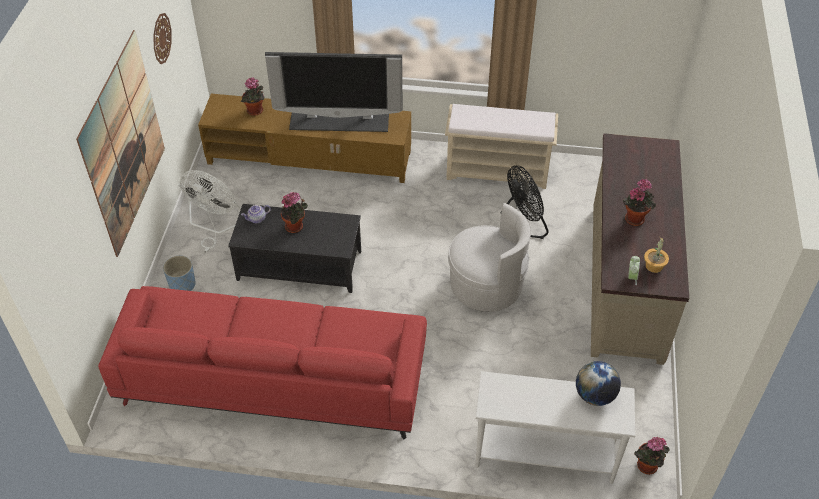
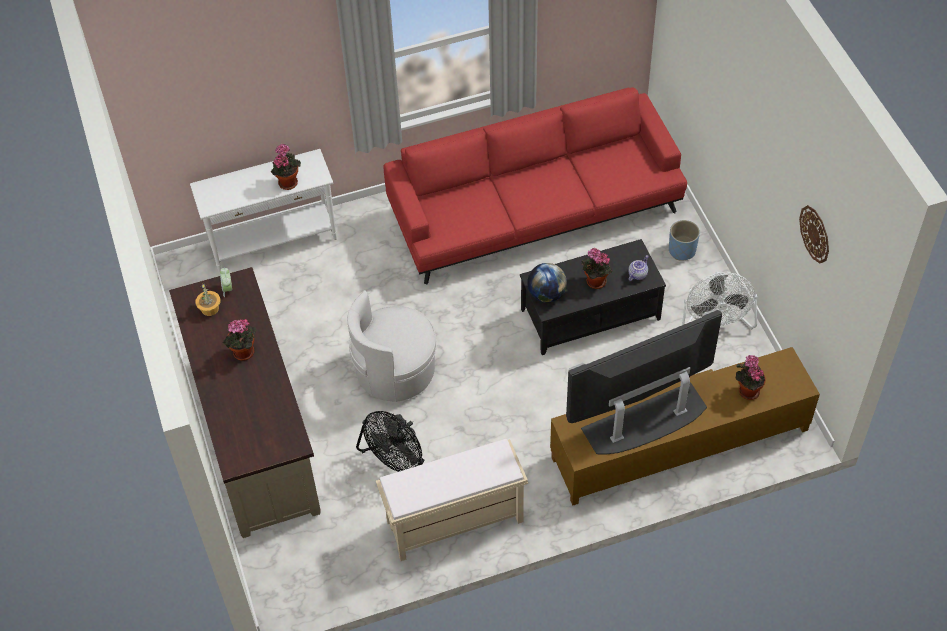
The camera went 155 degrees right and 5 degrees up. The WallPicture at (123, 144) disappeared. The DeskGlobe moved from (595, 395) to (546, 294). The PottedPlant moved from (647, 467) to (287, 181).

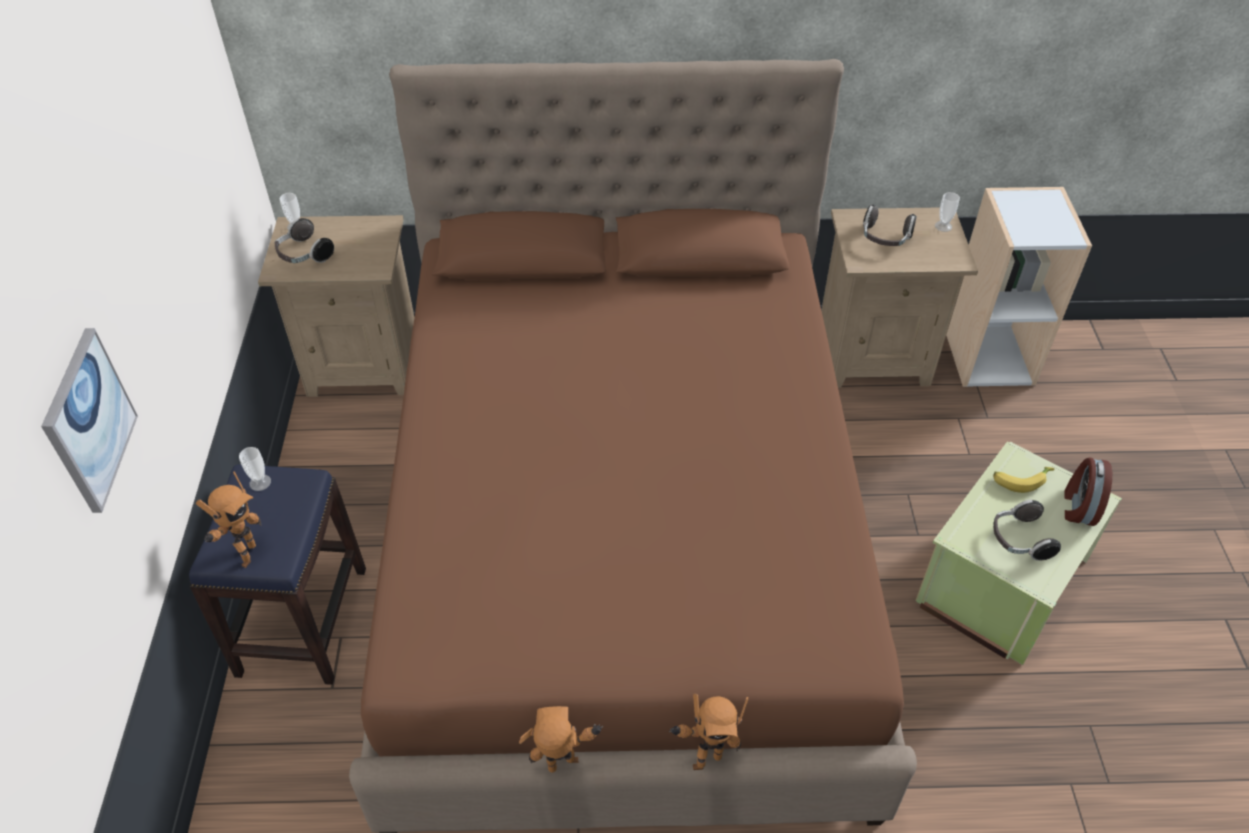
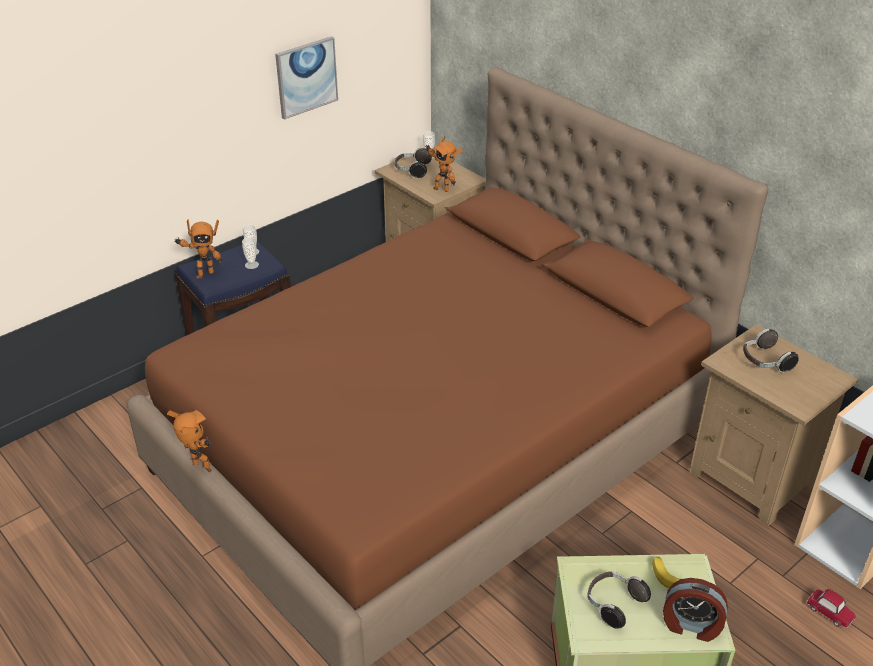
The camera went 50 degrees right and 10 degrees down. The WallPicture moved from (88, 420) to (306, 77). The ToyRobot moved from (704, 758) to (442, 188). The DrinkingCup moved from (943, 226) to (251, 265). The BedsideClock at (1078, 507) turned 135 degrees counterclockwise. The MiniatureCar at (829, 612) appeared.

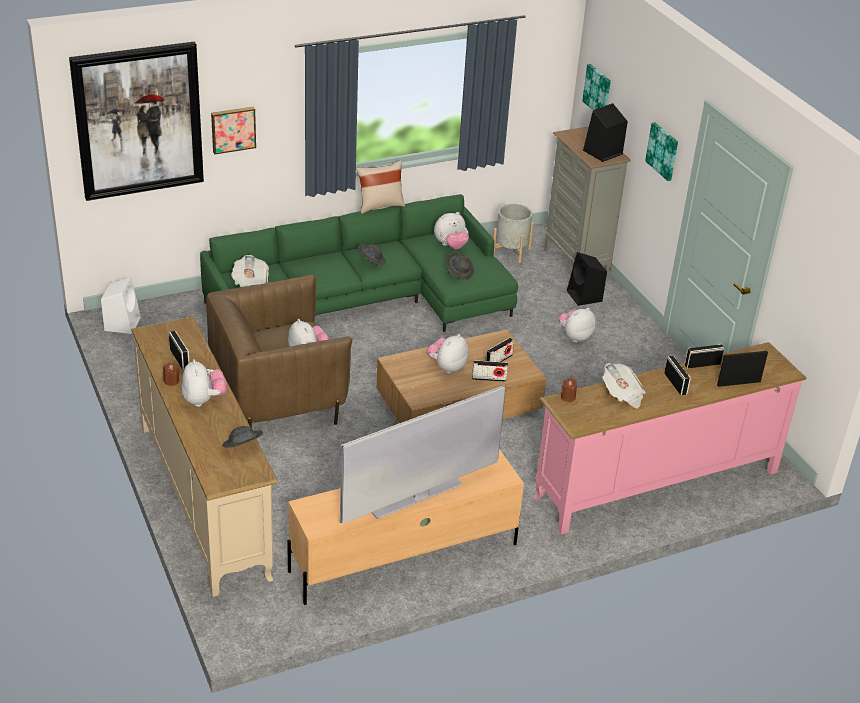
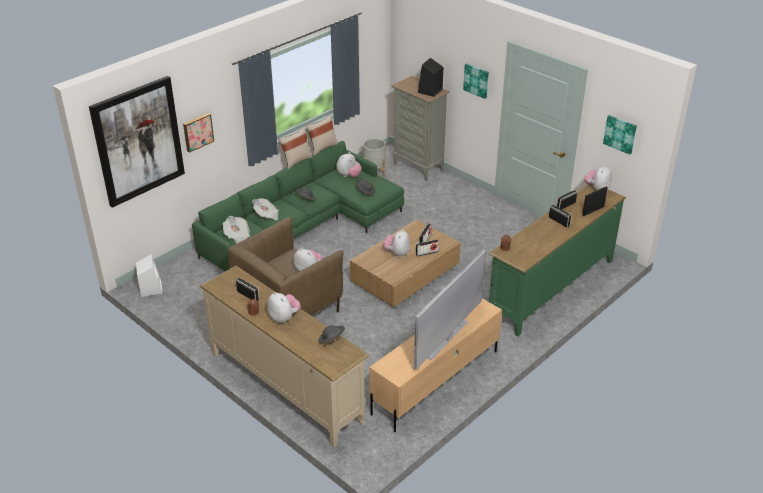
The camera went 20 degrees left and 0 degrees up. The PinkColouredCupboard at (656, 483) became the GreenCupboard at (551, 288). The SoftToy moved from (575, 336) to (597, 189). The BlackLoudspeaker at (585, 296) disappeared. The WallPicture moved from (598, 90) to (620, 134). The DailyPaper moved from (622, 395) to (266, 215). The BeigeColouredPillow at (322, 148) appeared.

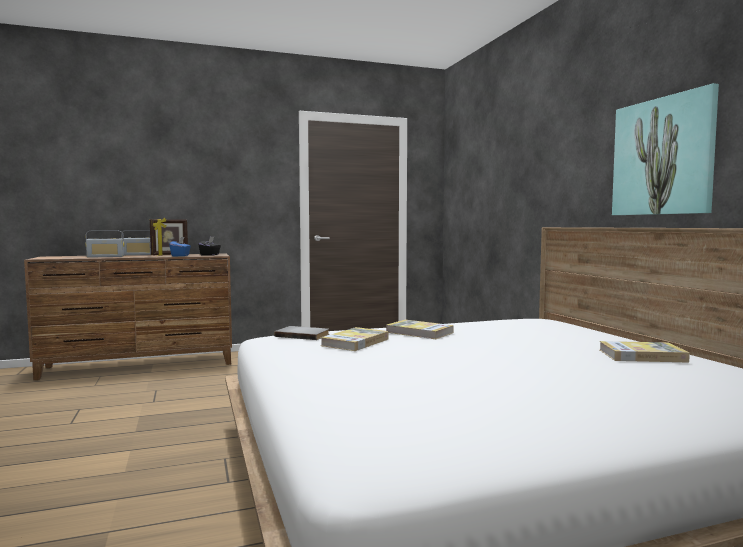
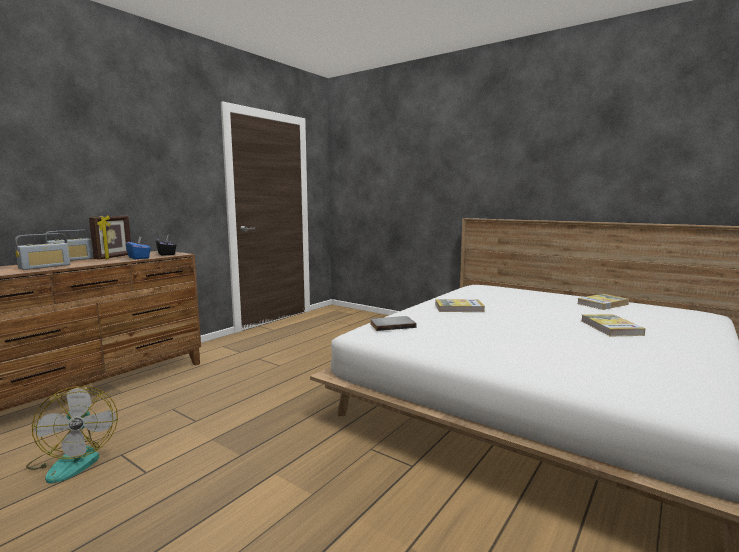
The camera went 35 degrees left and 5 degrees up. The Book moved from (355, 342) to (611, 328). The WallPicture at (662, 156) disappeared. The CoolingFan at (74, 460) appeared.

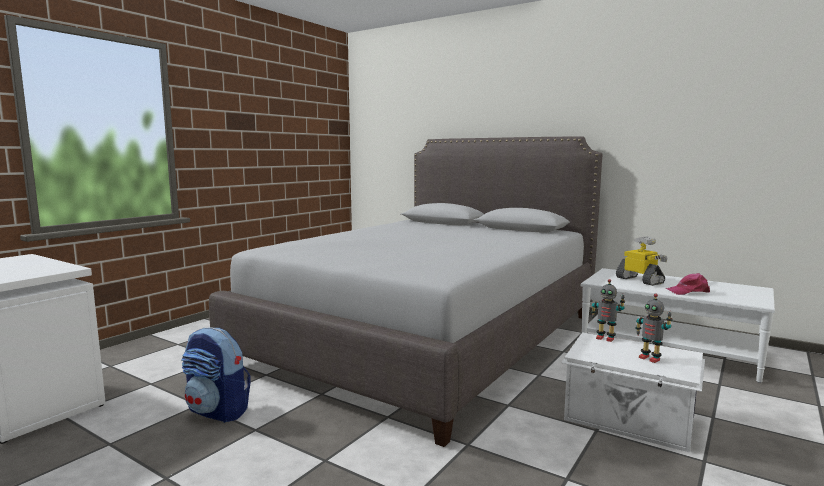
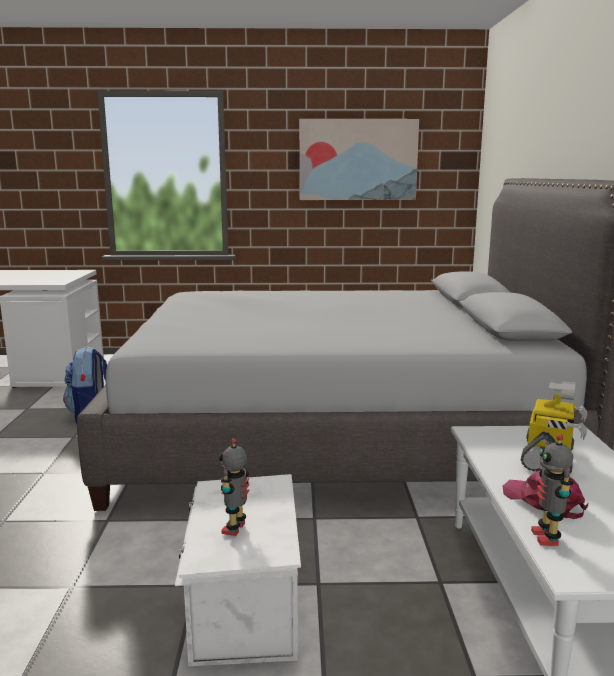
The camera went 55 degrees right and 5 degrees up. The ToyRobot moved from (605, 338) to (547, 537). The WallPicture at (358, 160) appeared.

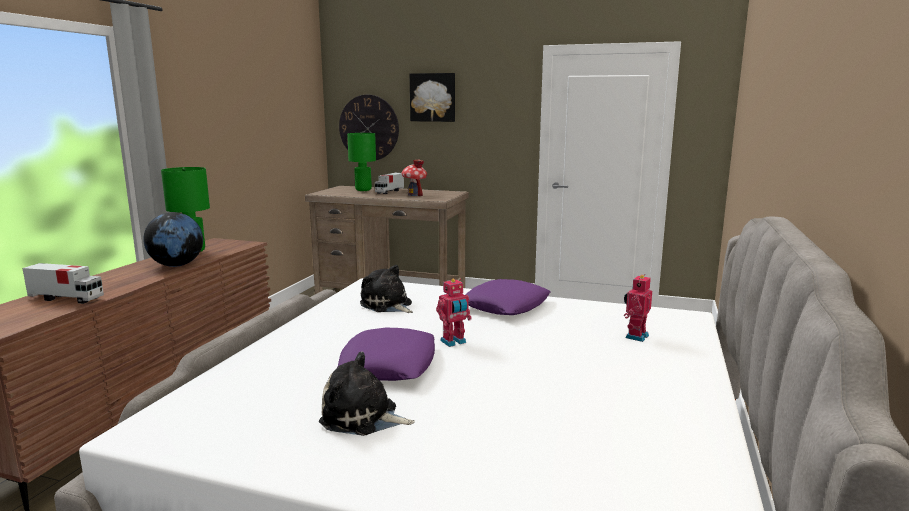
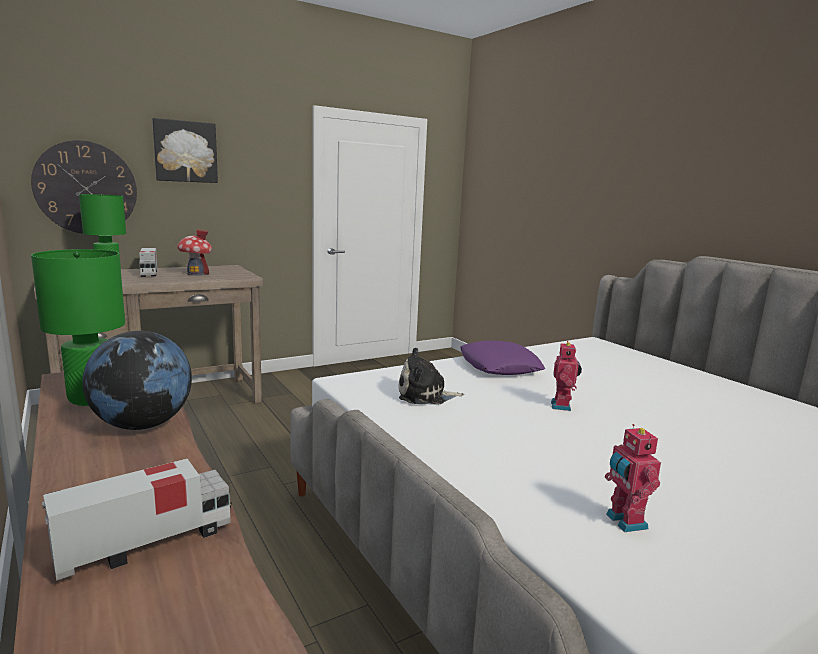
The camera went 50 degrees left and 0 degrees up. The SoftToy at (363, 417) disappeared. The PurplePillow at (389, 364) disappeared. The ToyRobot moved from (635, 336) to (624, 522).

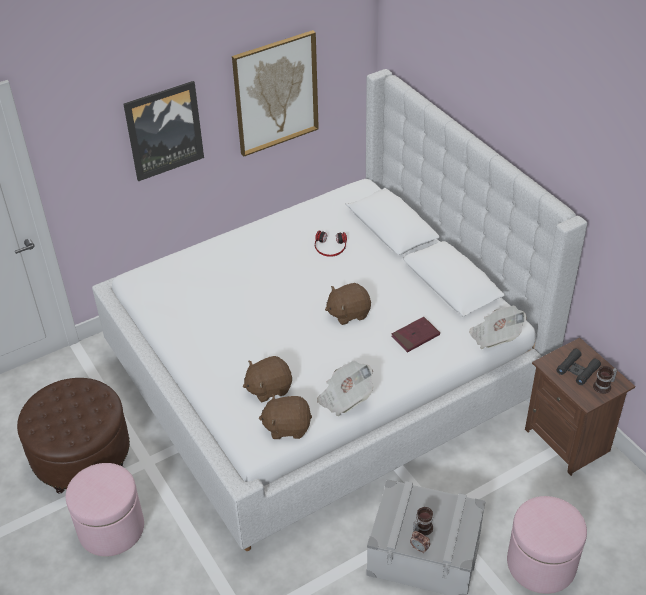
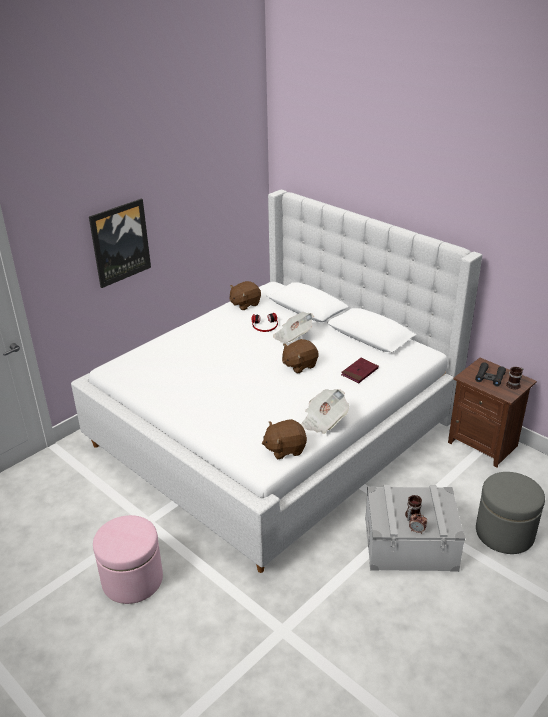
The camera went 15 degrees left and 10 degrees down. The BrownPouffe at (82, 457) disappeared. The WallPicture at (276, 93) disappeared. The BrownSoftToy moved from (268, 388) to (245, 304). The DailyPaper moved from (495, 337) to (293, 337). The PinkColouredPouffe at (541, 564) became the GreyPouffe at (504, 533).

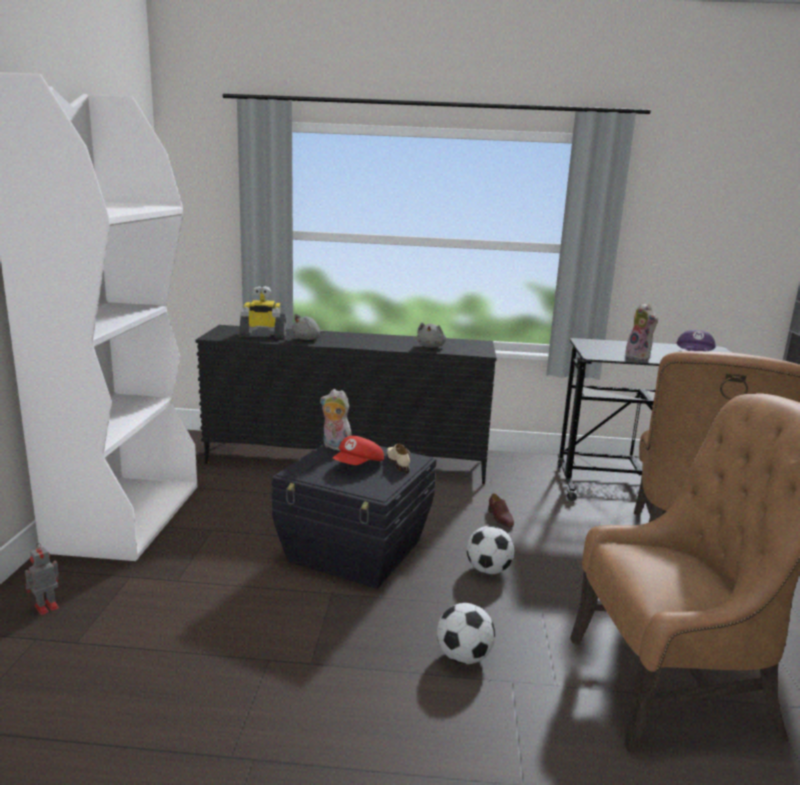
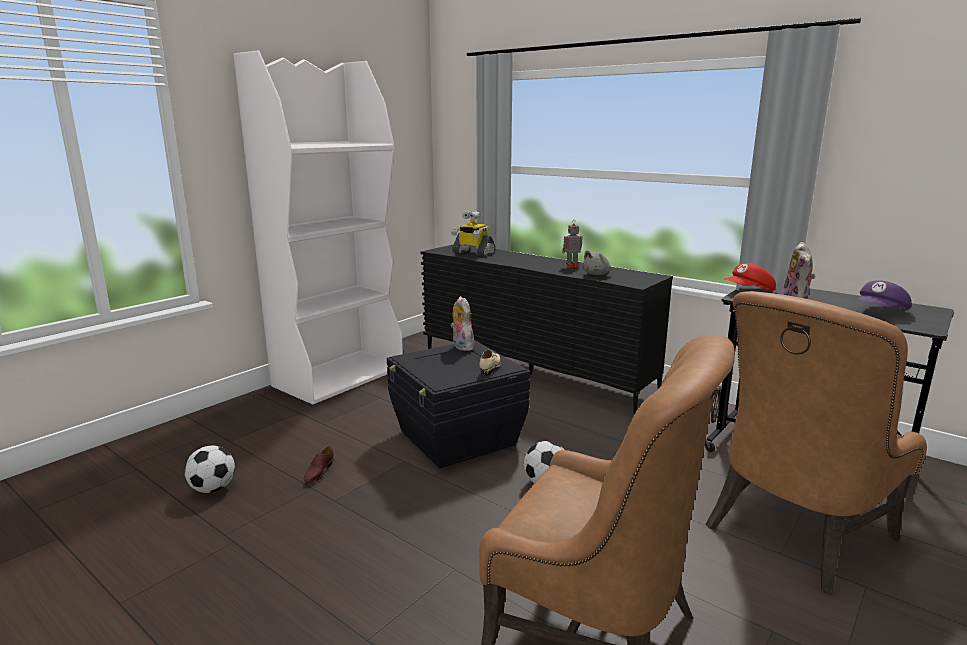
The camera went 35 degrees right and 0 degrees up. The ToyRobot moved from (45, 607) to (571, 265). The GreySoftToy at (308, 339) disappeared. The RedCap moved from (358, 466) to (749, 291). The Football moved from (463, 657) to (213, 489). The BrownItemOfFootwear moved from (500, 518) to (318, 472).

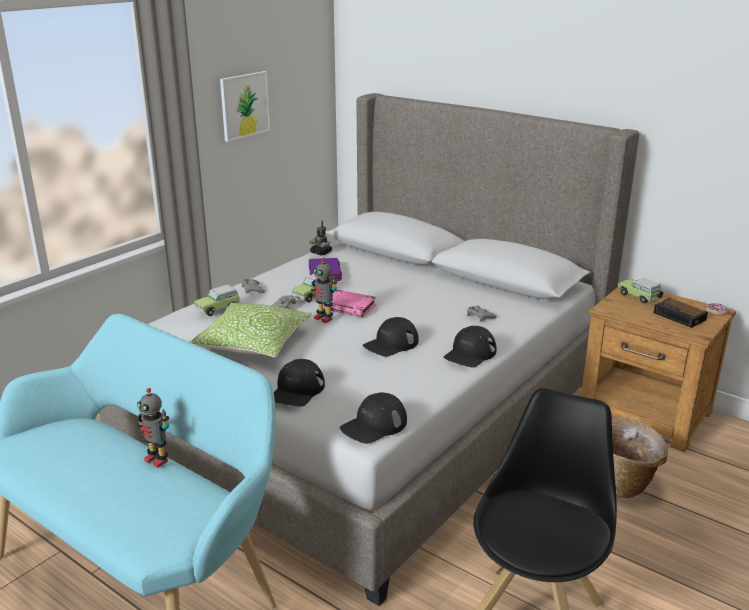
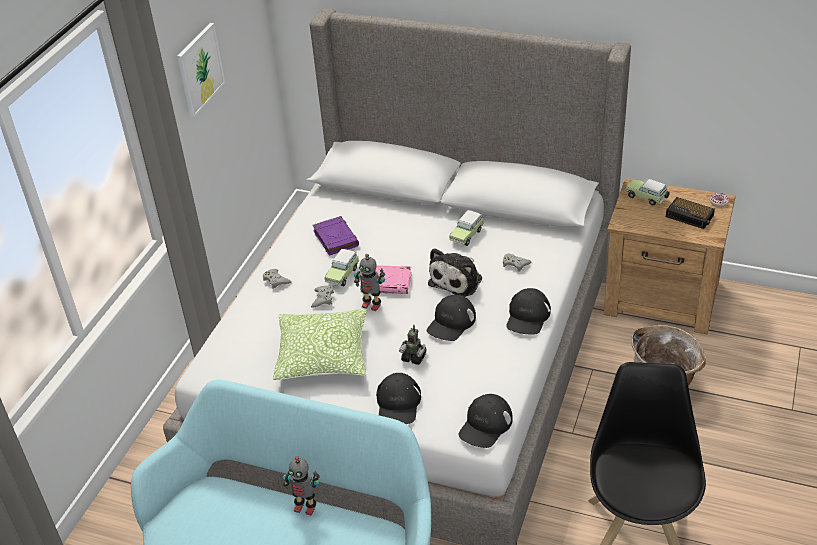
The camera went 15 degrees left and 15 degrees up. The MiniatureCar moved from (219, 308) to (467, 235). The ToyRobot moved from (321, 253) to (414, 357). The SoftToy at (457, 280) appeared.

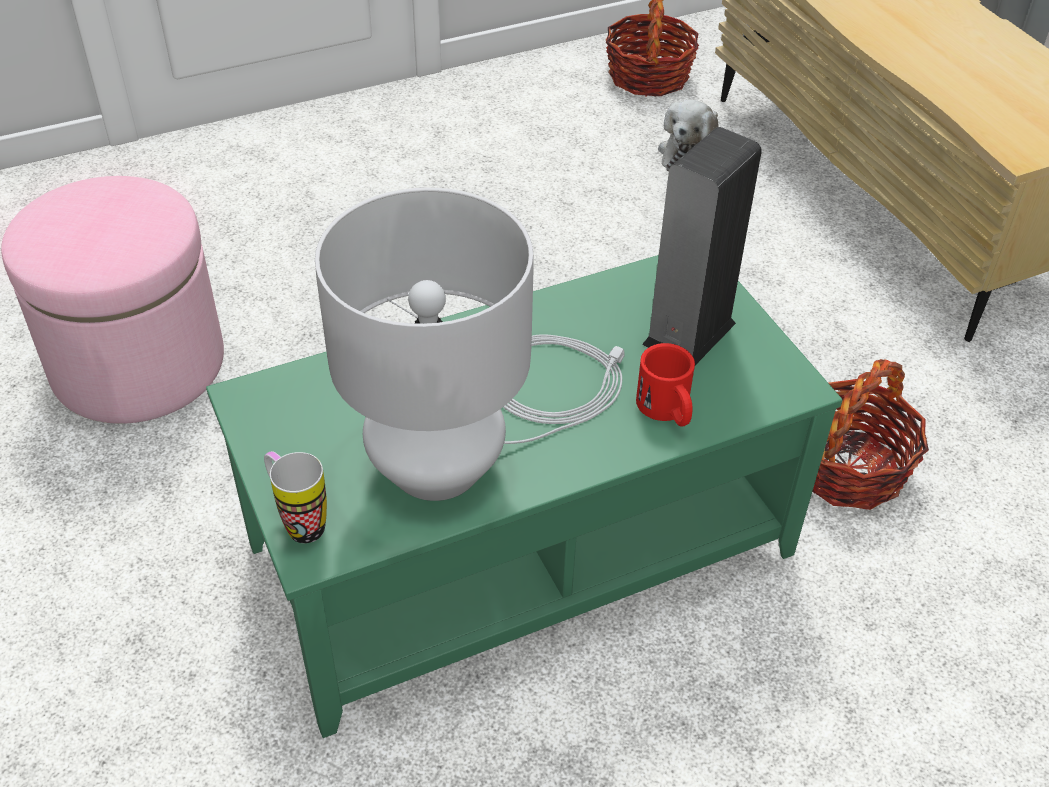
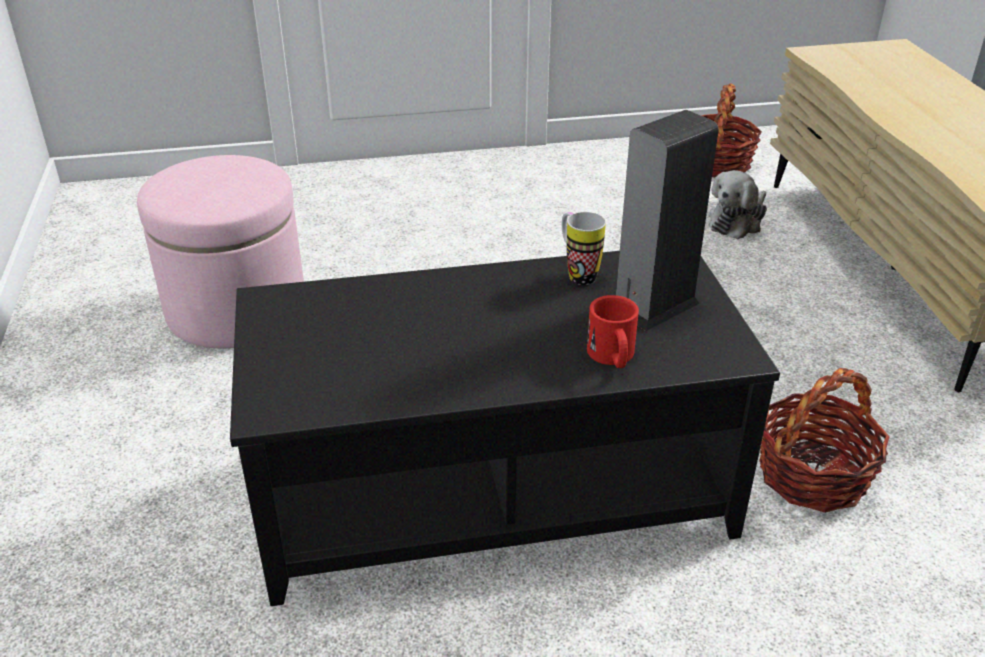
The camera went 15 degrees right and 10 degrees down. The GreenLoungeTable at (520, 546) became the BlackLoungeTable at (492, 488). The TeaMug moved from (298, 522) to (577, 273). The GreyTabletopLamp at (485, 432) disappeared.

